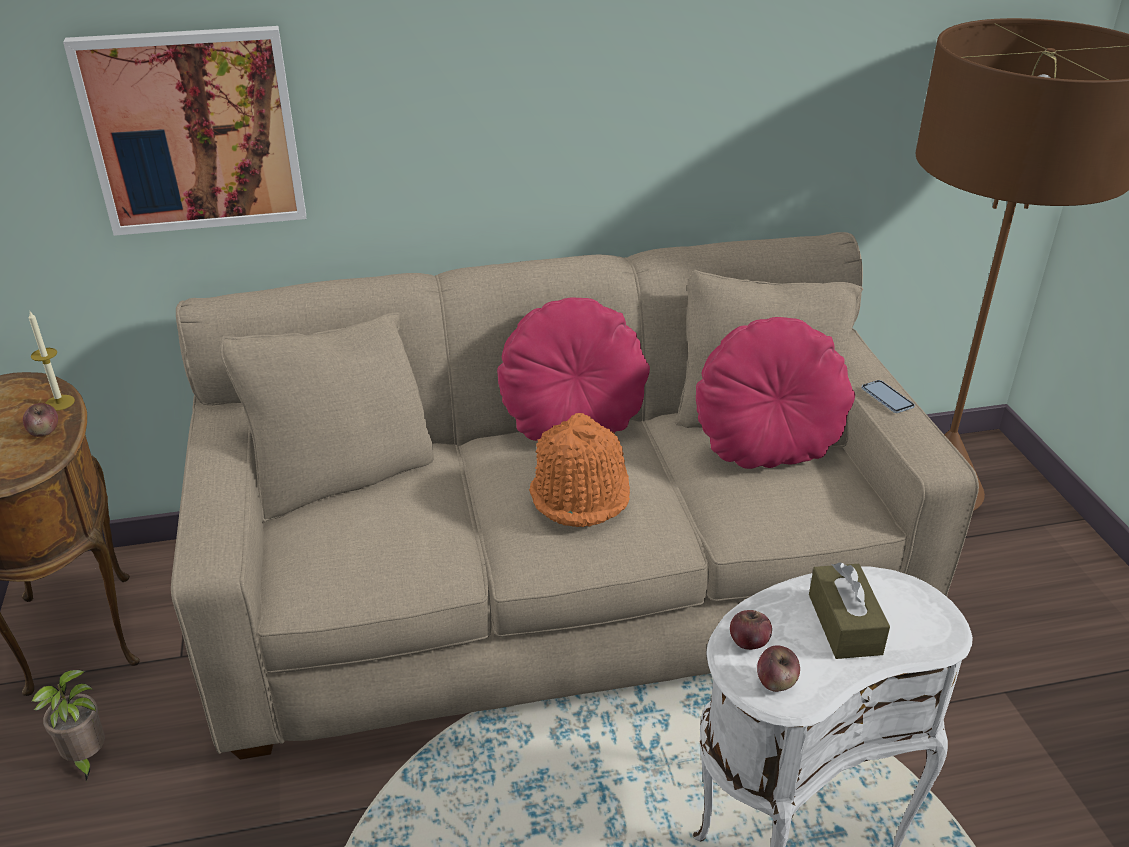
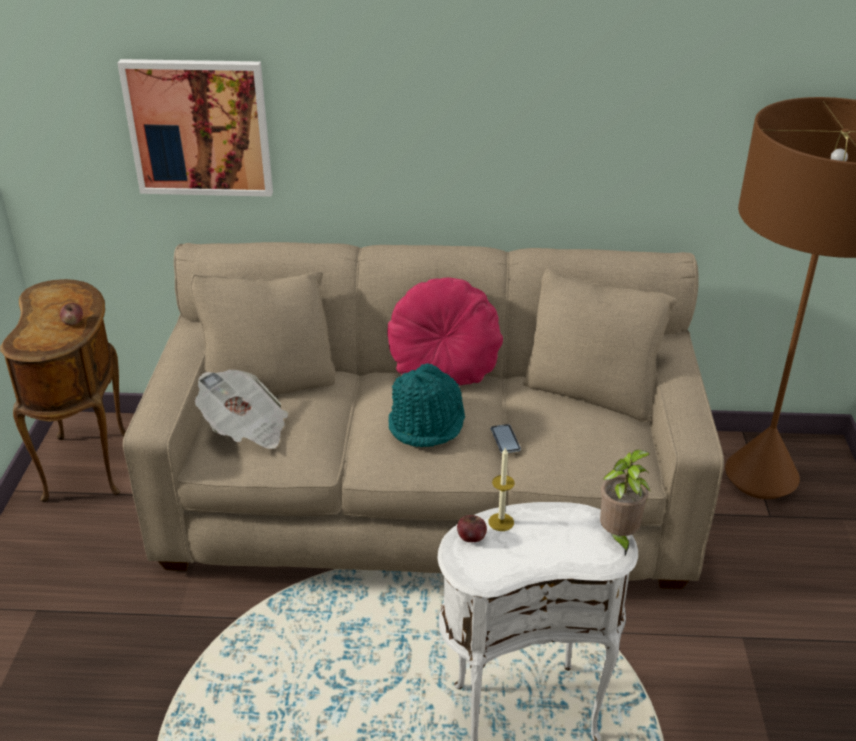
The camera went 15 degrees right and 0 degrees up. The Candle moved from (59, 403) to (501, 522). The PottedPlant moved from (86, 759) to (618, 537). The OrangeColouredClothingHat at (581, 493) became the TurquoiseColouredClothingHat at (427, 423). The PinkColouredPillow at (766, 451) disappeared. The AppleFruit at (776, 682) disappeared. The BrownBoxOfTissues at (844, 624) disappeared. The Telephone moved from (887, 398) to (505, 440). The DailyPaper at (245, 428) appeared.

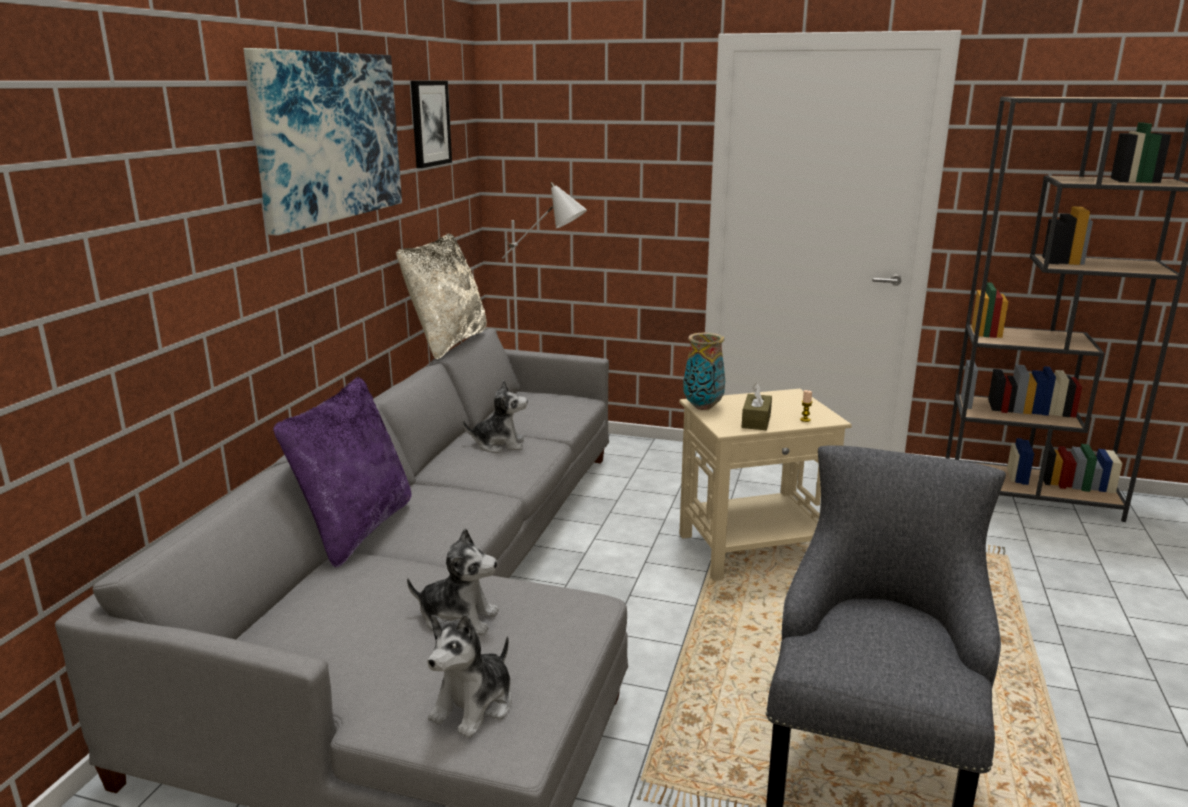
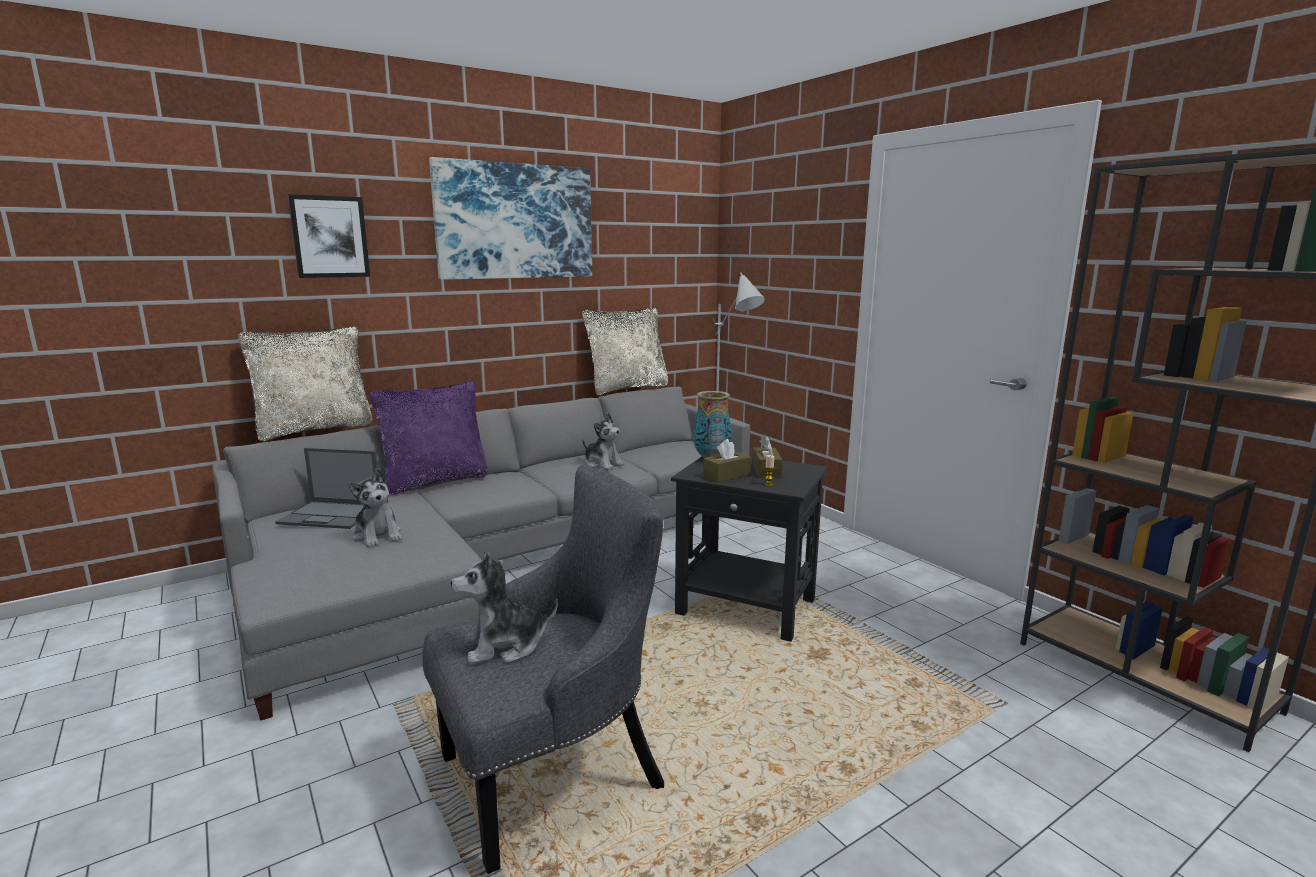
The camera went 40 degrees right and 5 degrees down. The WallPicture moved from (429, 123) to (330, 237). The SoftToy moved from (474, 706) to (504, 646). The BeigeColouredEndTable at (754, 549) became the BlackEndTable at (747, 607). The BeigeColouredPillow at (316, 431) appeared. The Laptop at (332, 515) appeared. The BrownBoxOfTissues at (766, 471) appeared.

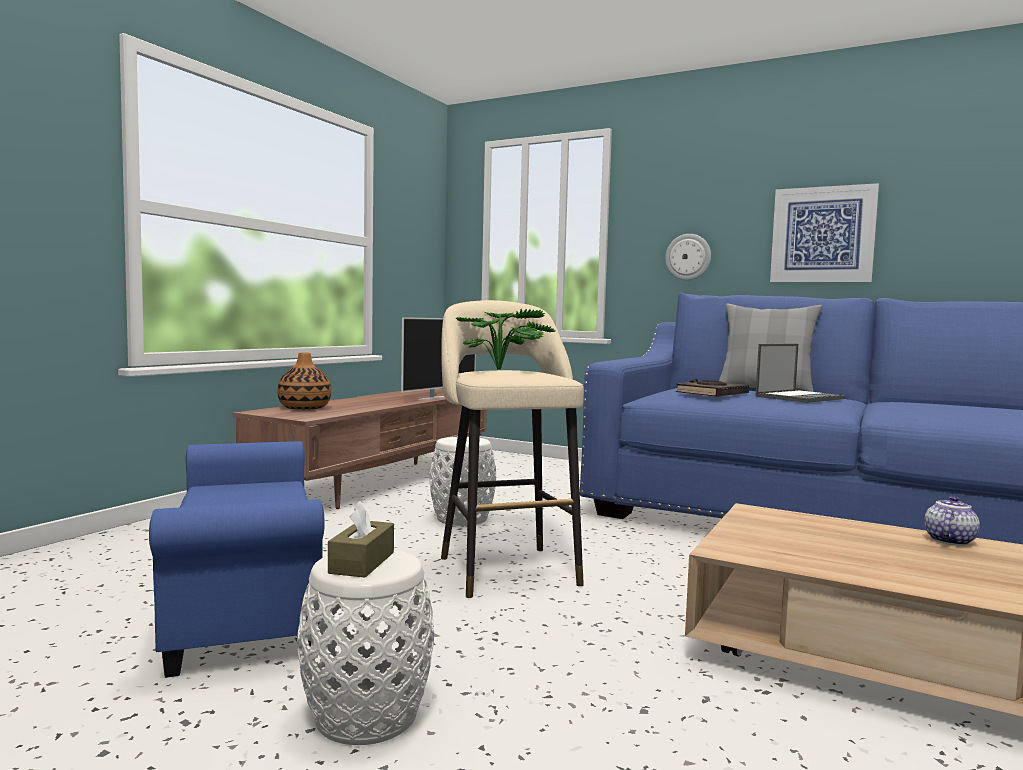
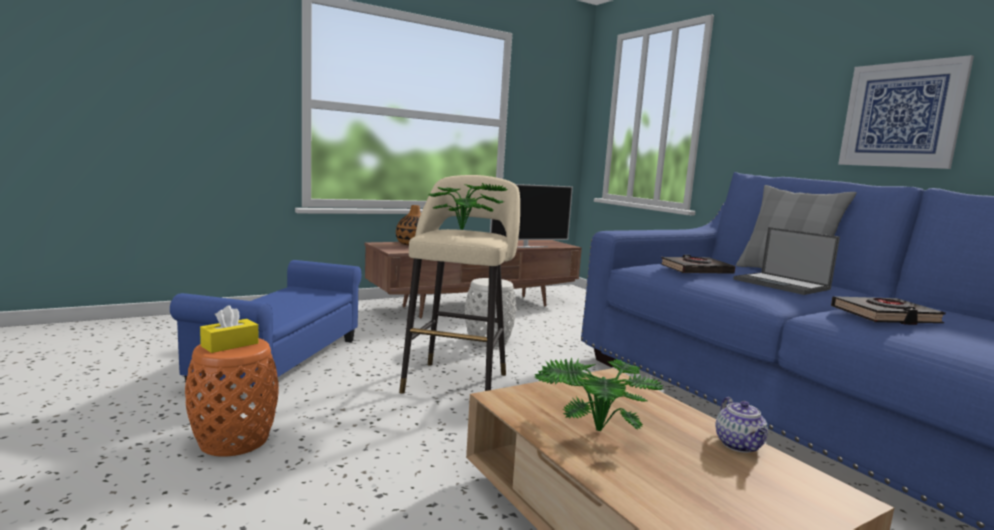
The camera went 30 degrees right and 5 degrees up. The WhitishSittingStool at (365, 716) became the OrangeColouredSittingStool at (234, 441). The BrownBoxOfTissues at (362, 563) became the YellowBoxOfTissues at (230, 345). The ClockOnTheWall at (688, 257) disappeared. The Laptop at (800, 397) turned 60 degrees clockwise. The Teapot at (949, 540) turned 105 degrees clockwise. The PottedPlant at (590, 431) appeared. The BlackBook at (885, 316) appeared.

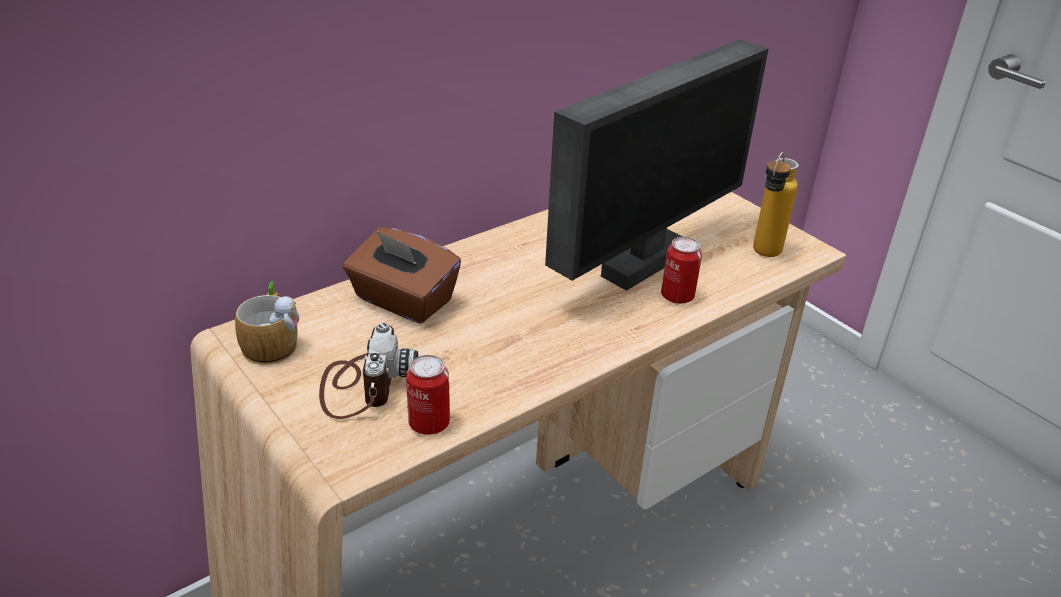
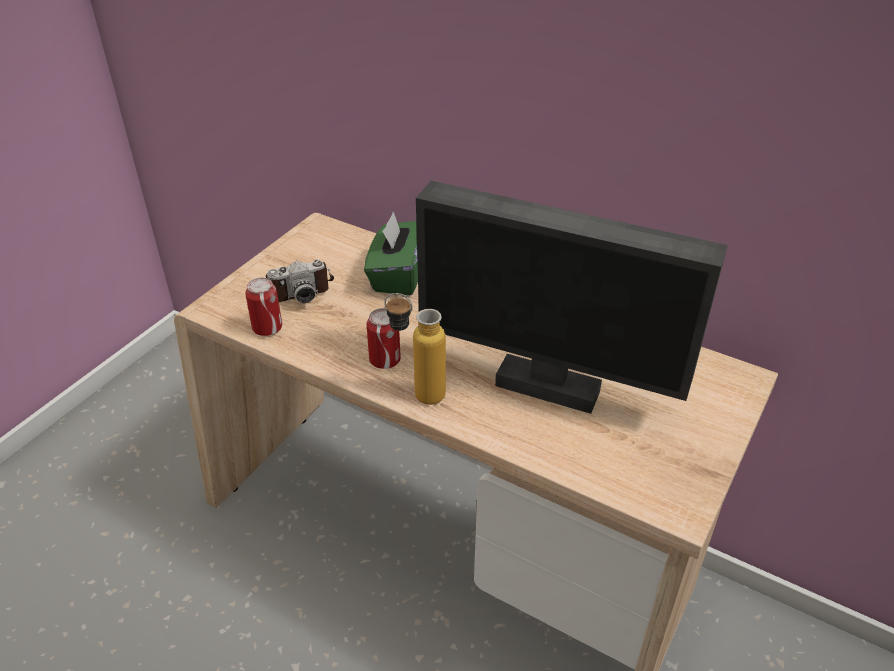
The camera went 70 degrees right and 5 degrees up. The TeaMug at (273, 341) disappeared. The BrownBoxOfTissues at (403, 301) became the GreenBoxOfTissues at (398, 275). The MetalCan moved from (677, 296) to (385, 360). The DrinkBottle moved from (762, 256) to (417, 393).

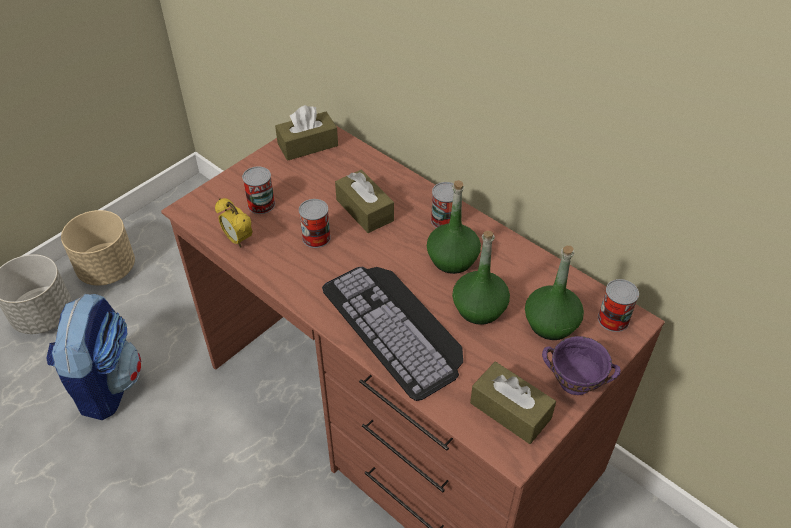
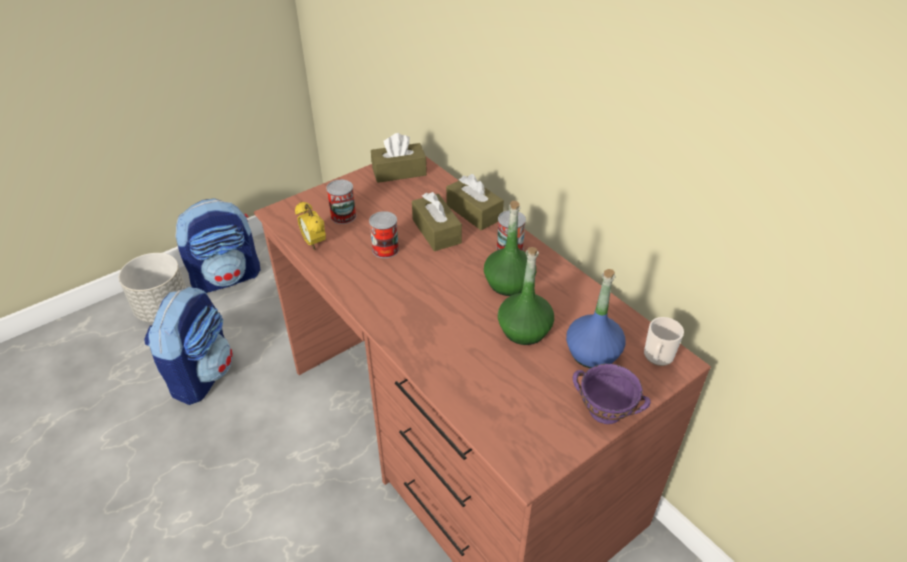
The camera went 10 degrees right and 5 degrees down. The BeigeColouredPlanter at (107, 269) was replaced by the Rucksack at (227, 277). The ComputerKeyboard at (397, 326) disappeared. The BrownBoxOfTissues moved from (510, 410) to (474, 212). The GreenDrinkBottle at (550, 323) became the BlueDrinkBottle at (592, 353). The MetalCan at (613, 319) was replaced by the TeaMug at (657, 357).

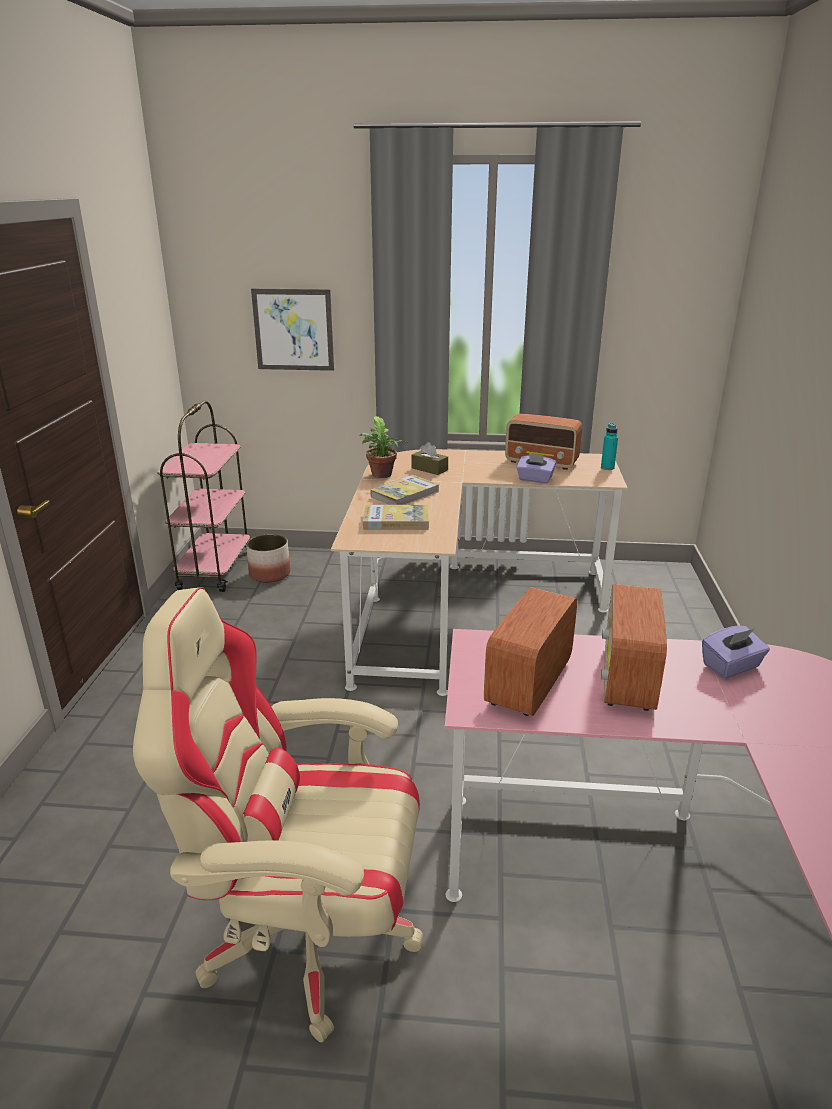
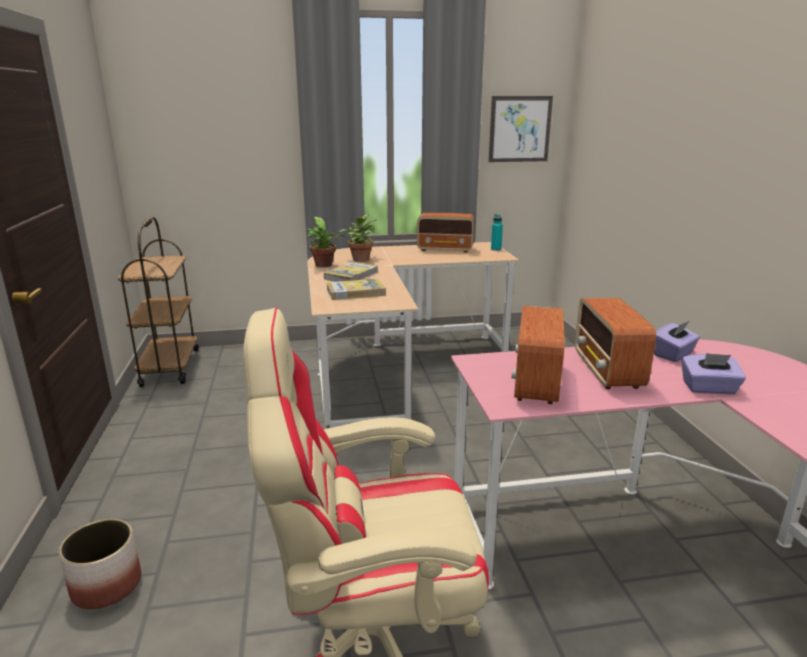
The camera went 15 degrees left and 5 degrees down. The PinkColouredTrolley at (215, 570) became the BrownTrolley at (169, 368). The Planter moved from (269, 574) to (106, 586). The WallPicture moved from (293, 330) to (520, 129). The BrownBoxOfTissues at (429, 469) was replaced by the PottedPlant at (360, 259). The PurpleBoxOfTissues moved from (535, 479) to (709, 388).

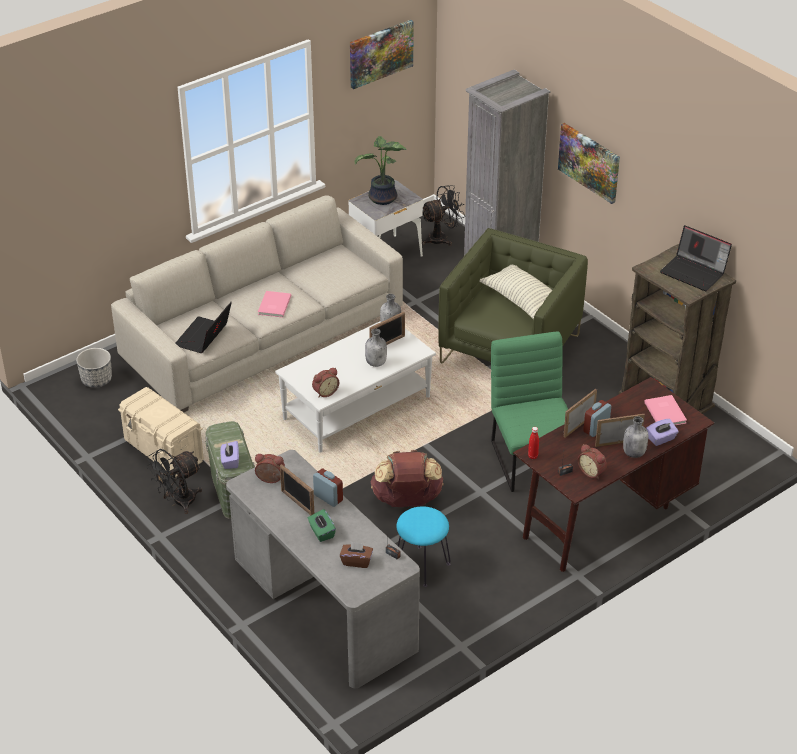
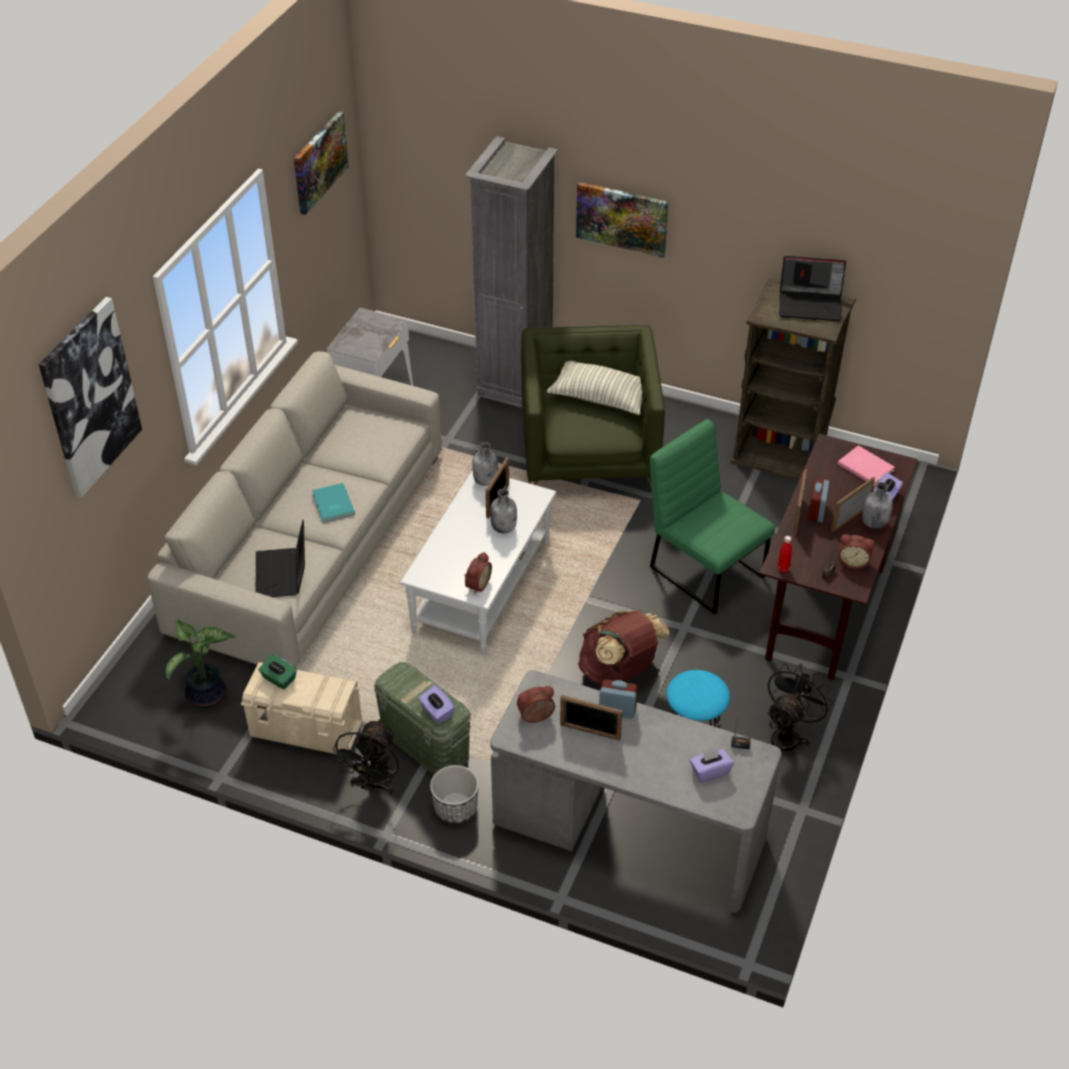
The camera went 30 degrees left and 5 degrees up. The Planter moved from (97, 380) to (455, 808). The PinkColouredBook at (273, 305) became the TurquoiseColouredBook at (332, 505). The GreenBoxOfTissues moved from (321, 532) to (279, 679). The BrownBoxOfTissues at (356, 561) became the PurpleBoxOfTissues at (710, 771). The PottedPlant moved from (382, 199) to (207, 697). The BlackCoolingFan moved from (442, 238) to (788, 736). The WallPicture at (90, 397) appeared.

